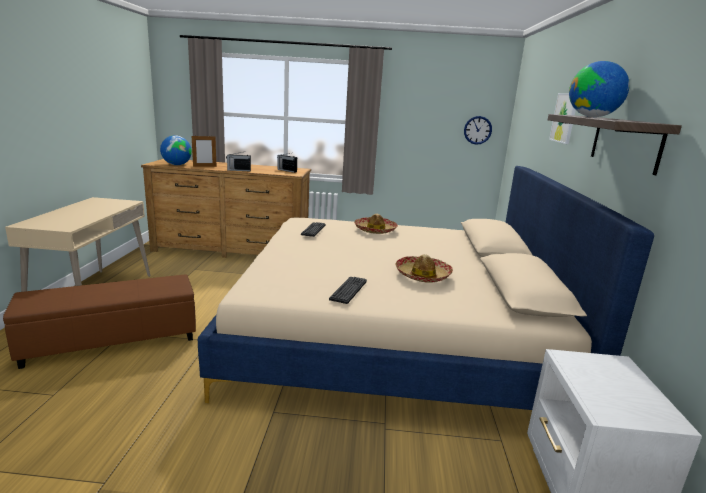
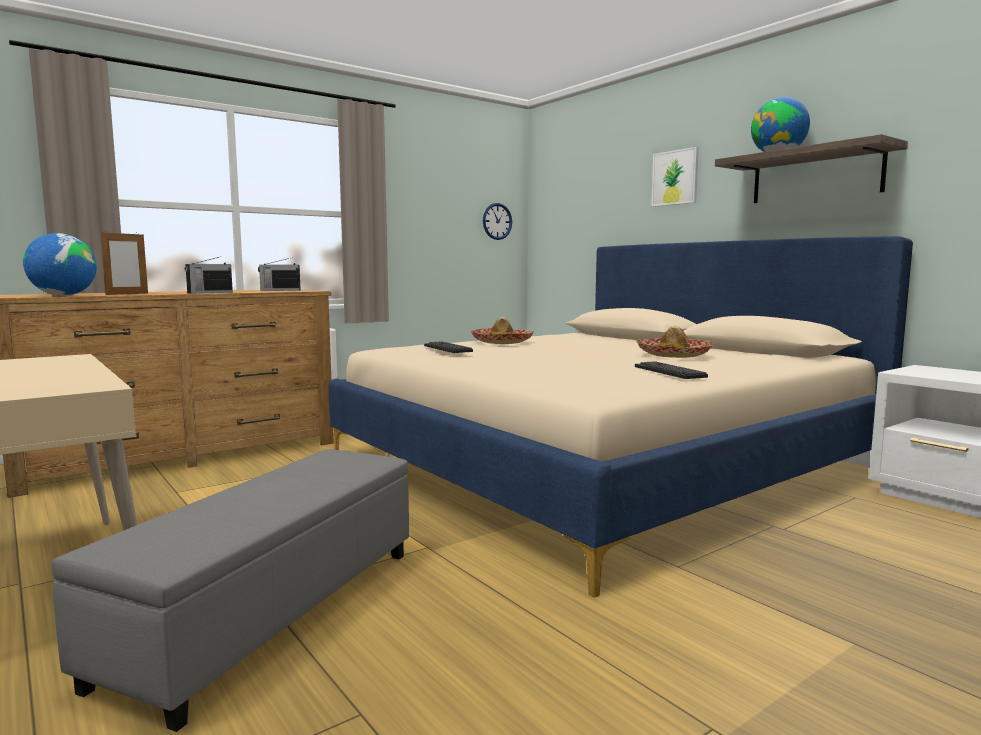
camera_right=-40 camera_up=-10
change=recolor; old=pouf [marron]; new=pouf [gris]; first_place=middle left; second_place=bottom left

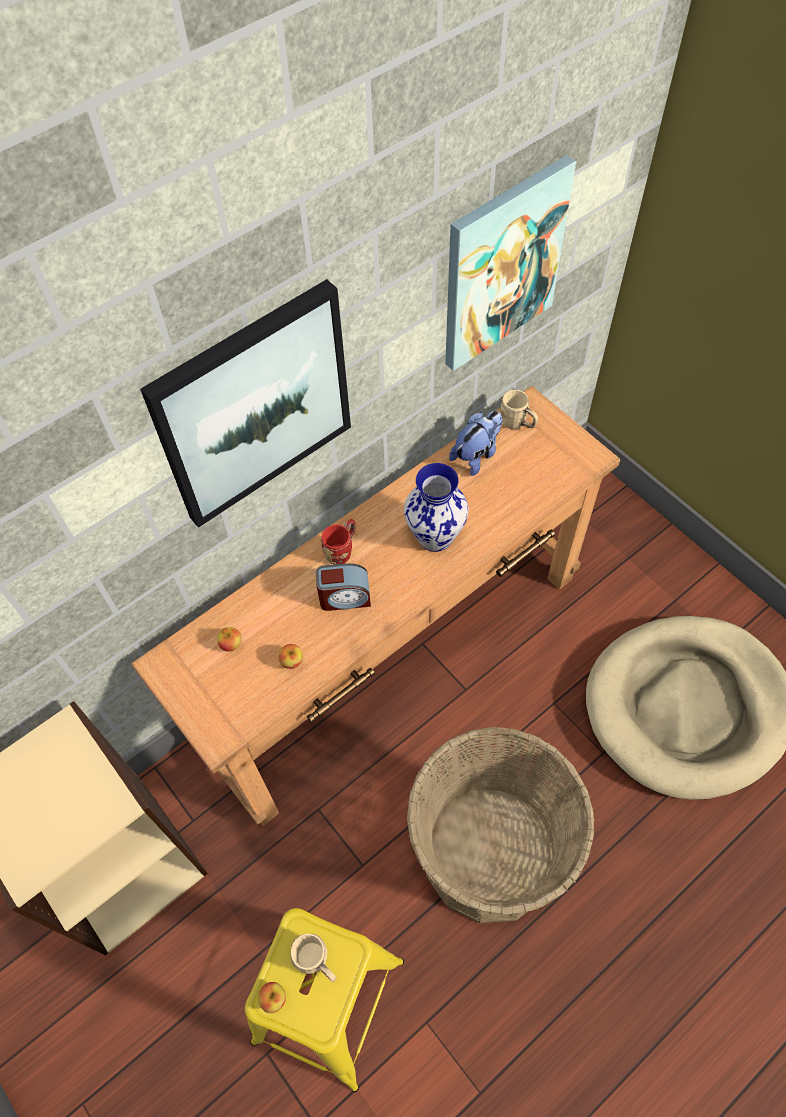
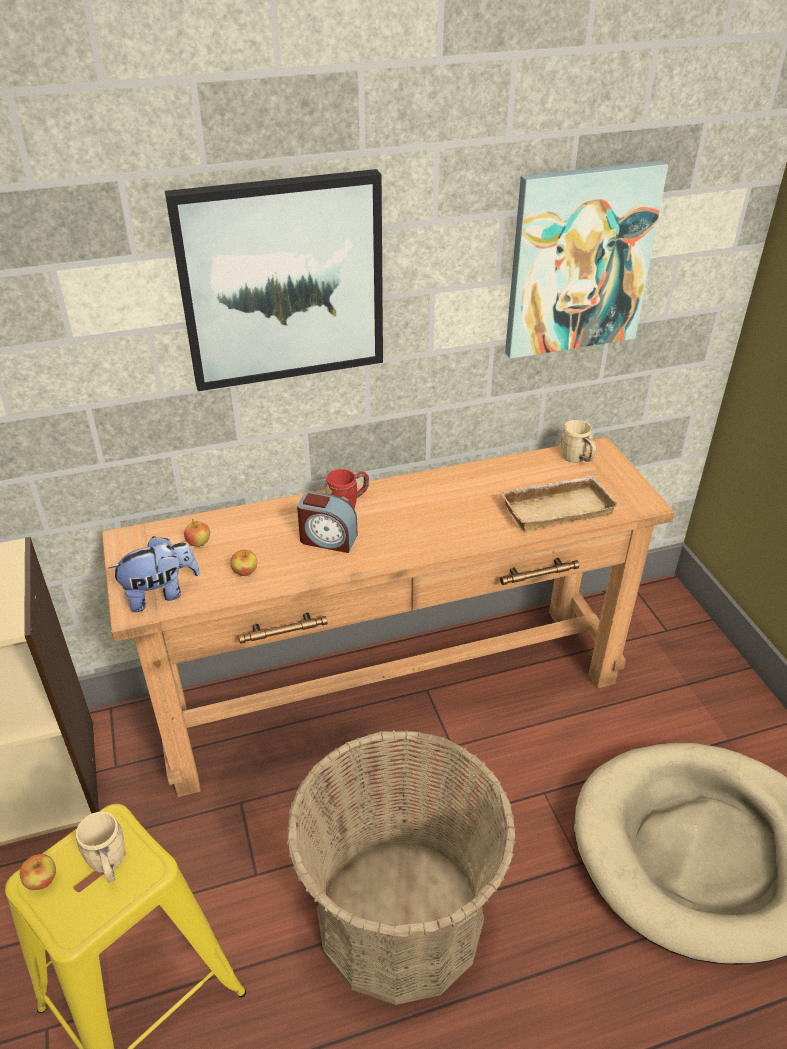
camera_right=20 camera_up=-20
change=delete; old=vase; first_place=centre
change=move; old=peluche; first_place=centre; second_place=middle left
change=insert; new=plateau [beige]; second_place=middle right

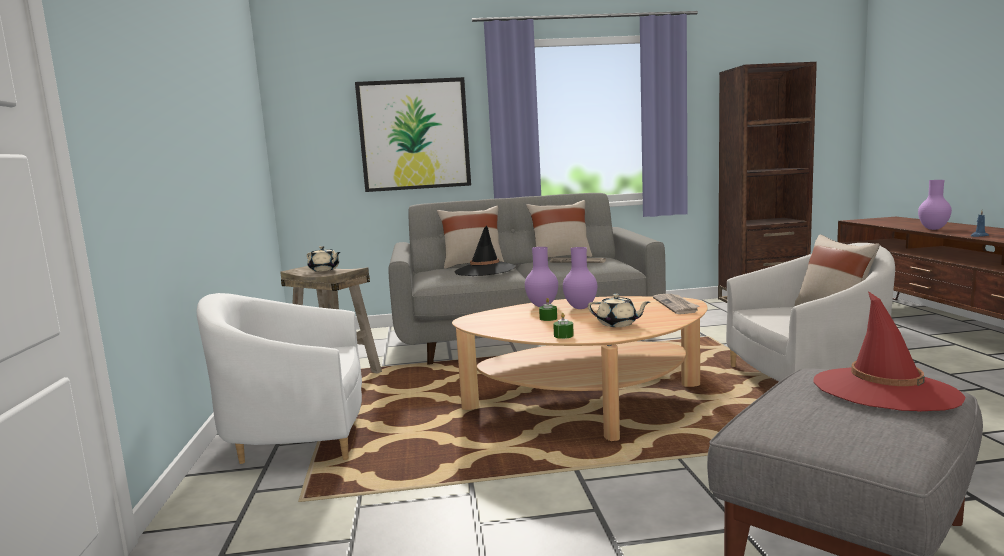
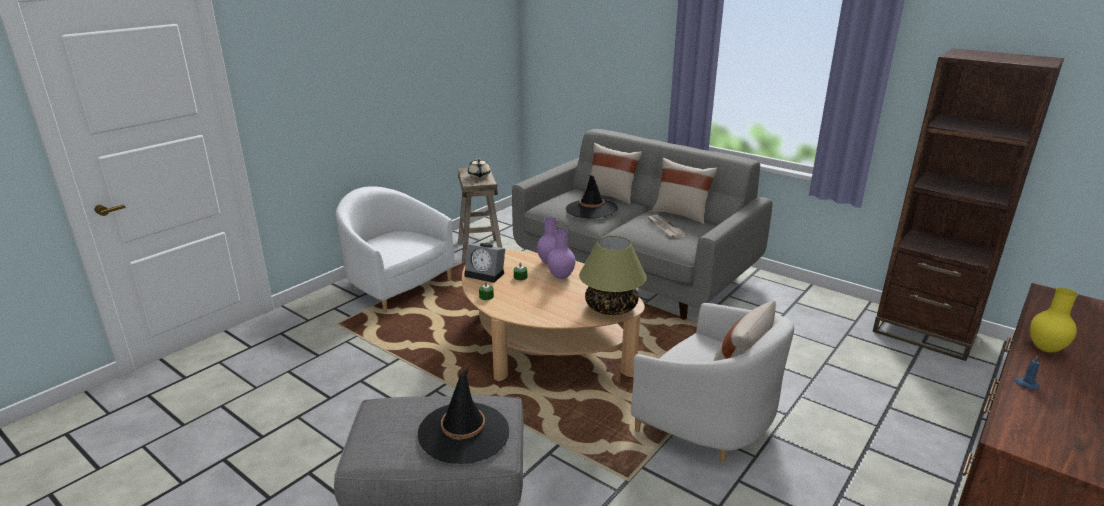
camera_right=45 camera_up=15
change=delete; old=tableau; first_place=top centre
change=delete; old=théière [beige] (2nd from left); first_place=centre
change=replace; old=journal (2nd from left); new=lampe de table; first_place=middle right; second_place=centre
change=recolor; old=chapeau [rouge]; new=chapeau [noir] (1st from left); first_place=middle right; second_place=bottom centre
change=recolor; old=vase [violet] (3rd from left); new=vase [jaune]; first_place=middle right; second_place=middle right
change=insert; new=réveil; second_place=centre

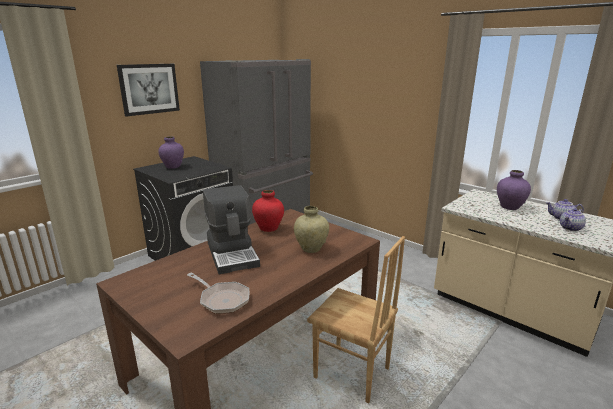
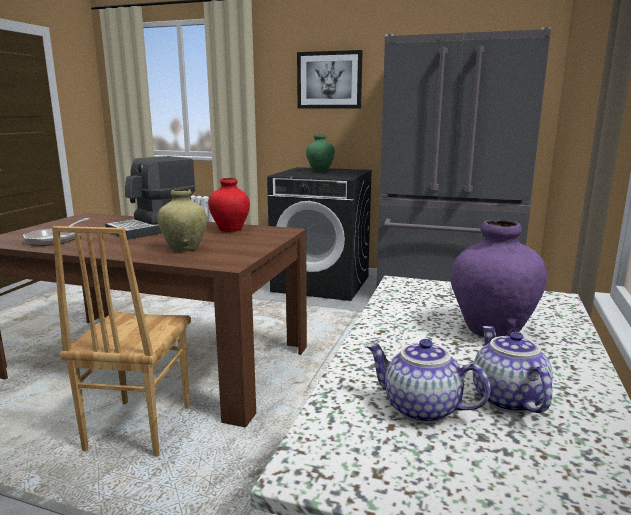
camera_right=65 camera_up=-5
change=recolor; old=vase [violet] (1st from left); new=vase [vert]; first_place=middle left; second_place=top centre

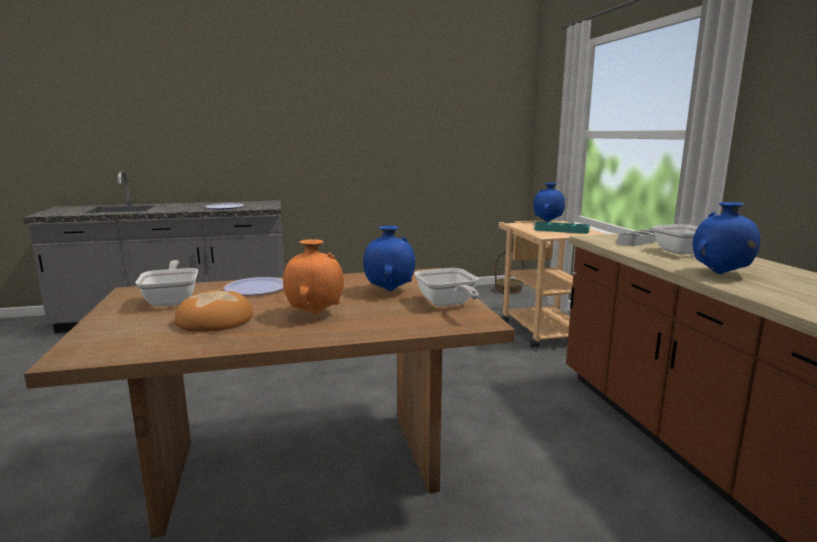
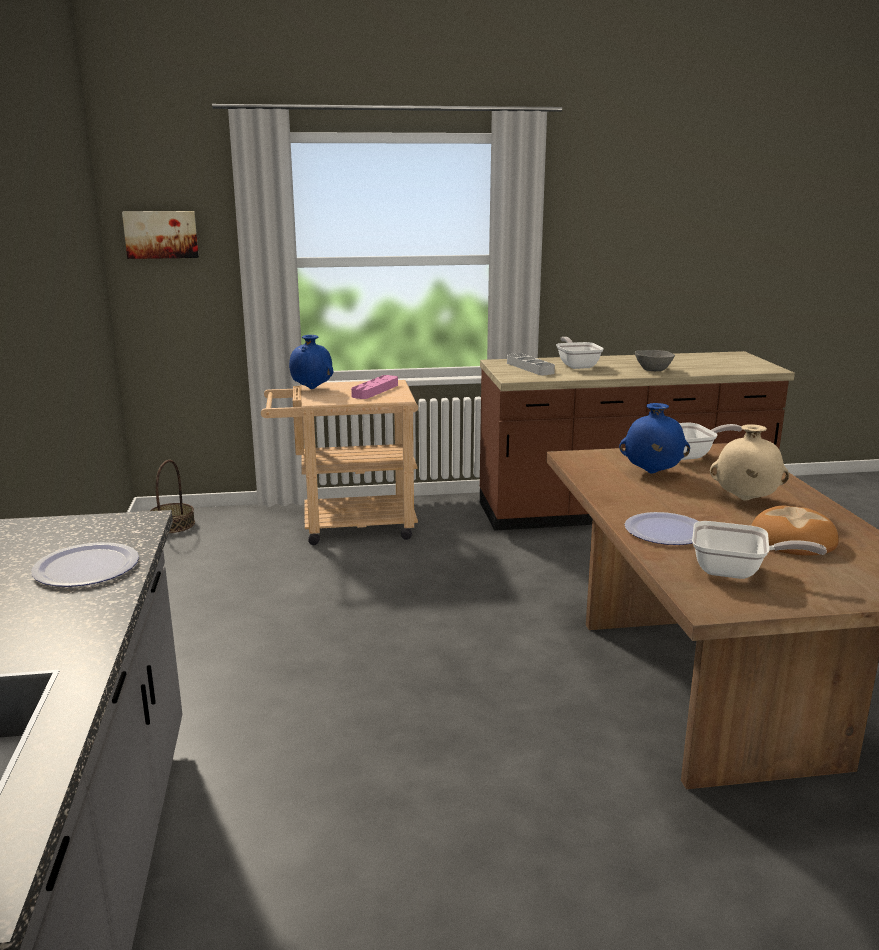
camera_right=-85 camera_up=5
change=rotate; old=poêle (1st from left in the first image); first_place=middle left; second_place=middle right; degrees=-150
change=recolor; old=vase [orange]; new=vase [beige]; first_place=centre; second_place=middle right
change=recolor; old=plateau [turquoise]; new=plateau [rose]; first_place=middle right; second_place=centre
change=replace; old=vase [bleu] (3rd from left); new=bol [gris]; first_place=middle right; second_place=middle right
change=insert; new=tableau; second_place=top left

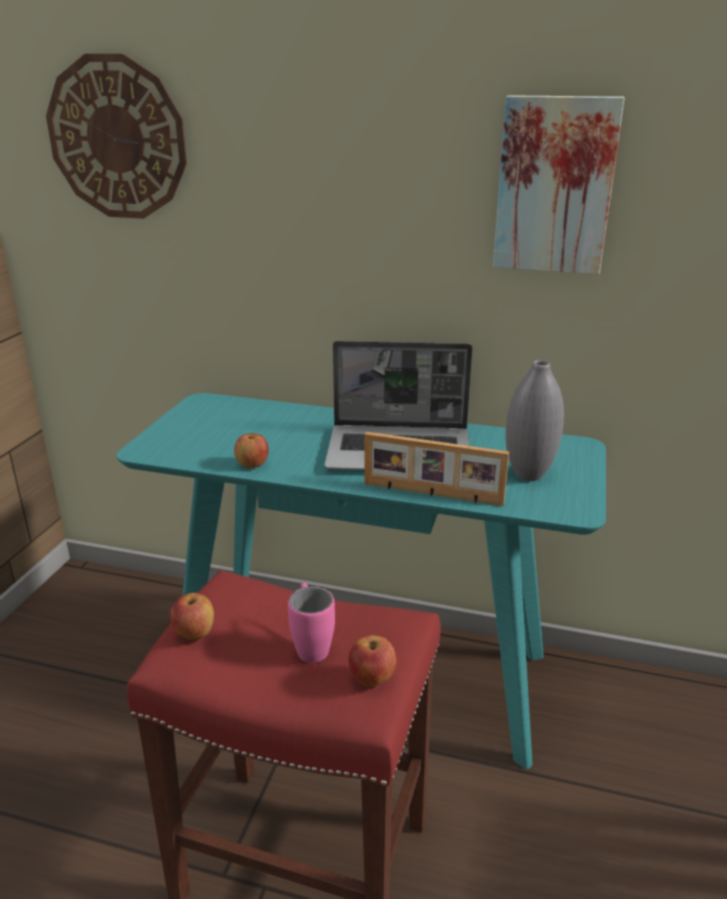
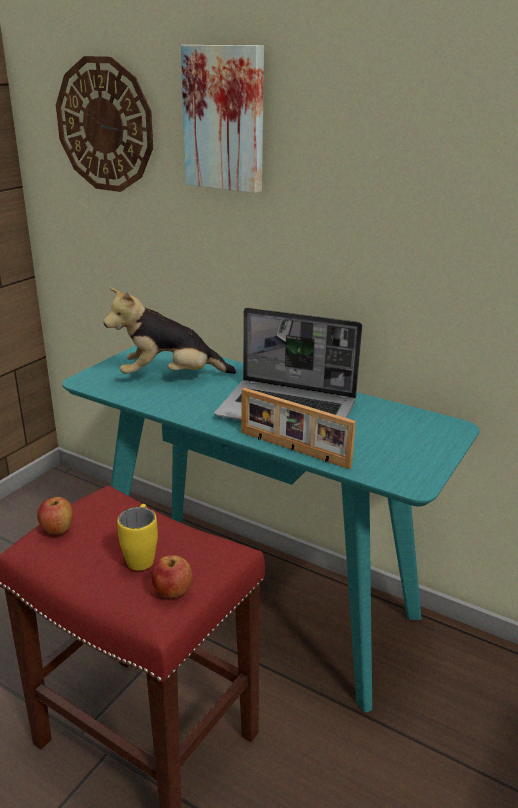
camera_right=15 camera_up=0
change=delete; old=pomme (2nd from left); first_place=centre
change=recolor; old=mug [rose]; new=mug [jaune]; first_place=bottom centre; second_place=middle left
change=move; old=tableau; first_place=top right; second_place=top centre
change=delete; old=vase [gris]; first_place=middle right
change=insert; new=peluche; second_place=middle left

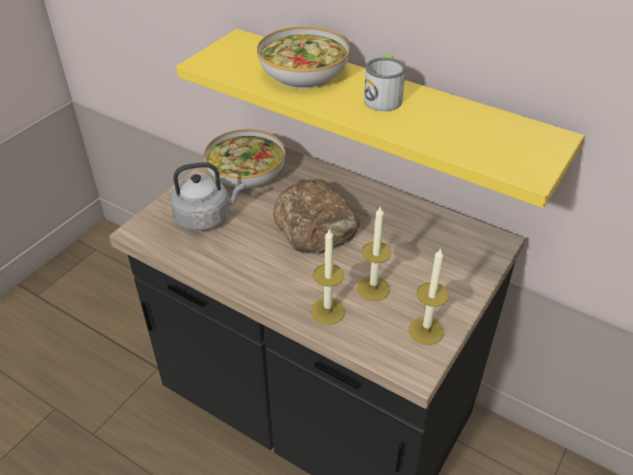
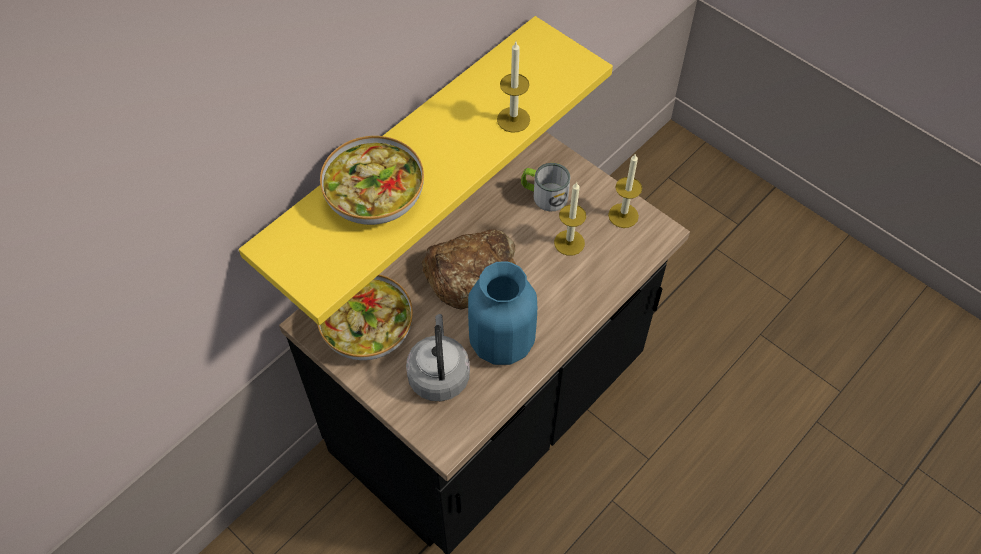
camera_right=-80 camera_up=15
change=move; old=bougie (1st from left); first_place=centre; second_place=top centre
change=move; old=mug; first_place=top centre; second_place=centre
change=insert; new=vase [bleu]; second_place=centre

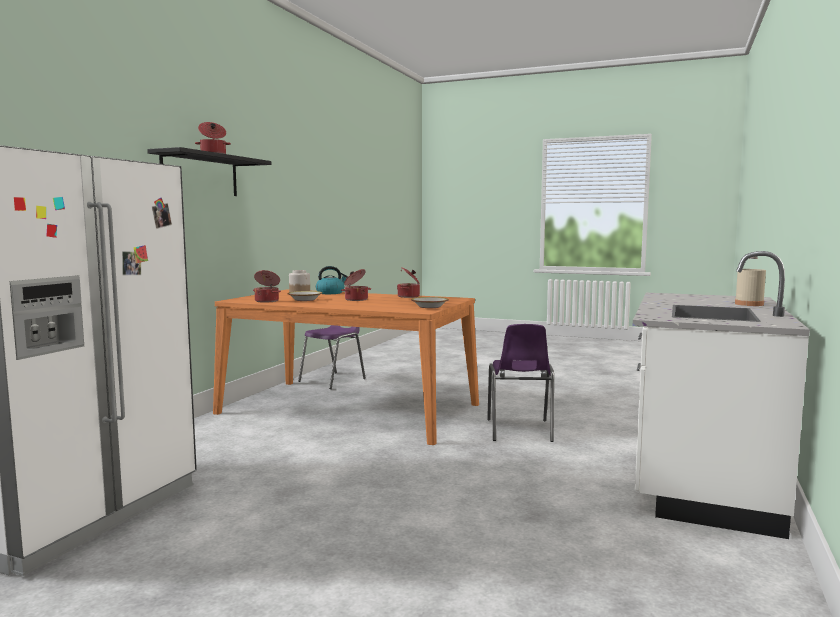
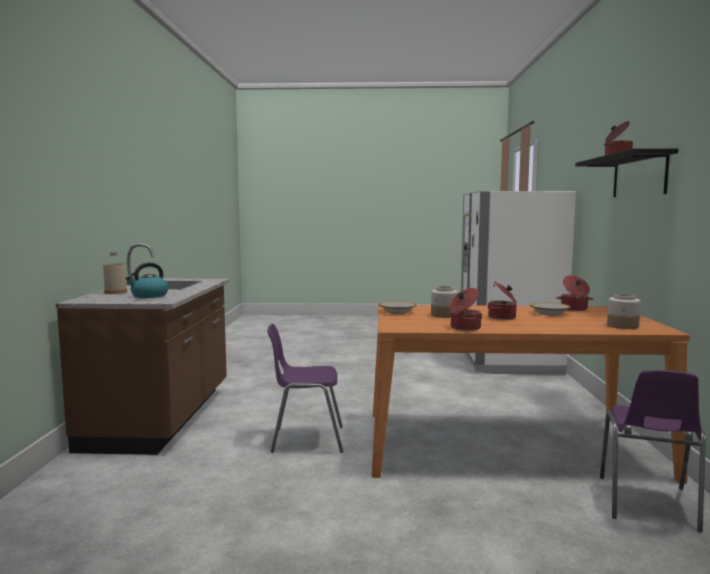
camera_right=160 camera_up=0
change=move; old=bouilloire; first_place=centre; second_place=middle left
change=rotate; old=chaise [violet] (2nd from left in the first image); first_place=centre; second_place=bottom centre; degrees=-75
change=recolor; old=comptoir de cuisine [blanc]; new=comptoir de cuisine [marron]; first_place=middle right; second_place=middle left
change=insert; new=bocal (1st from left); second_place=centre

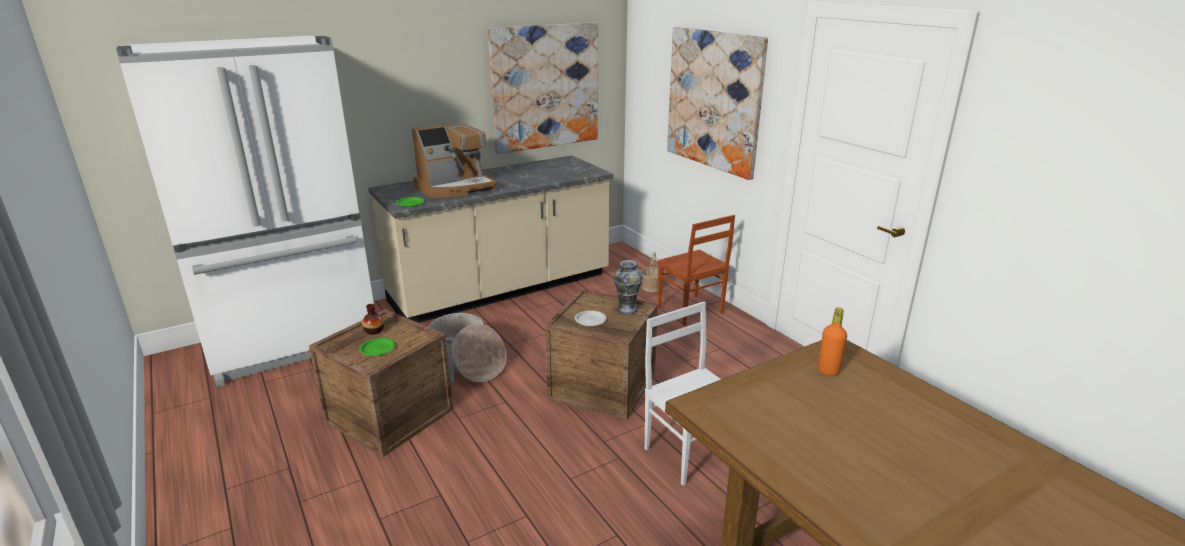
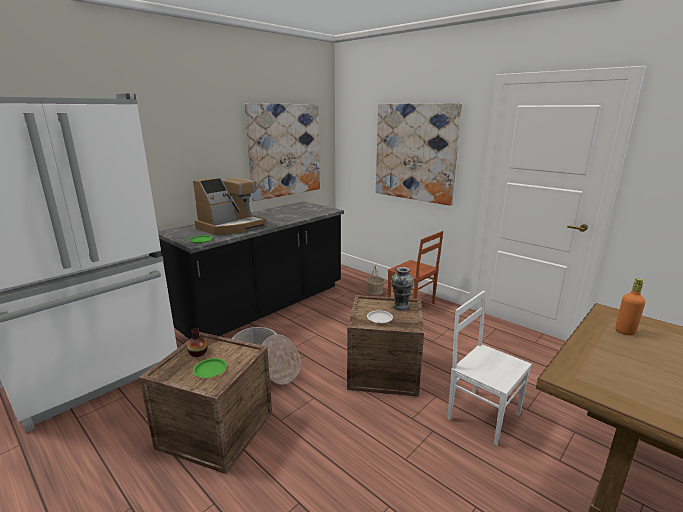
camera_right=-15 camera_up=-5
change=recolor; old=comptoir de cuisine [beige]; new=comptoir de cuisine [noir]; first_place=centre; second_place=centre

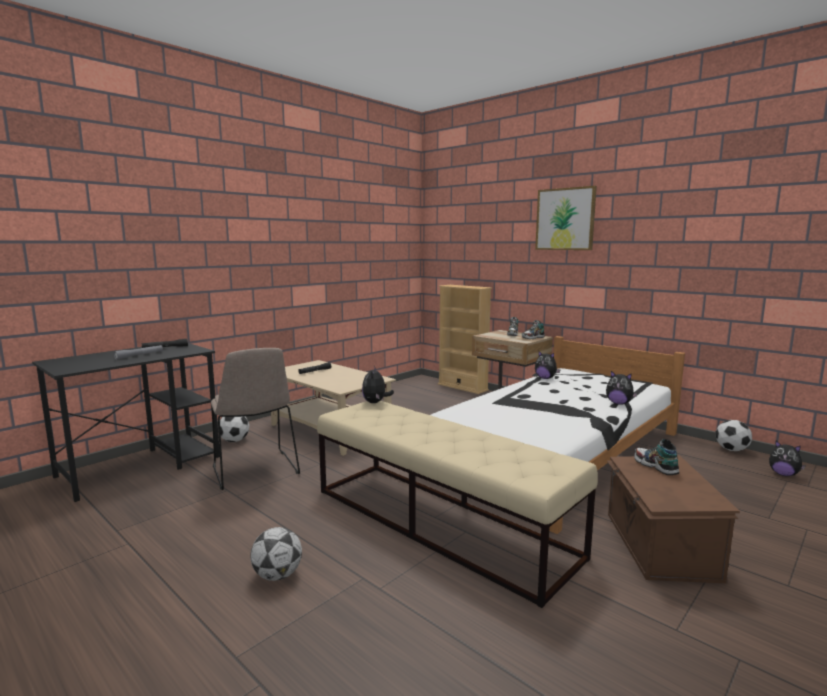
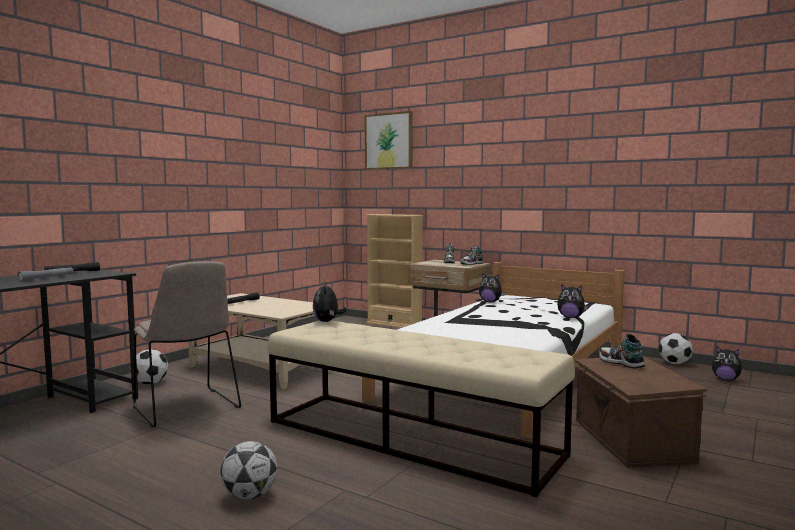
camera_right=-10 camera_up=-5
change=move; old=tableau; first_place=top right; second_place=top centre

